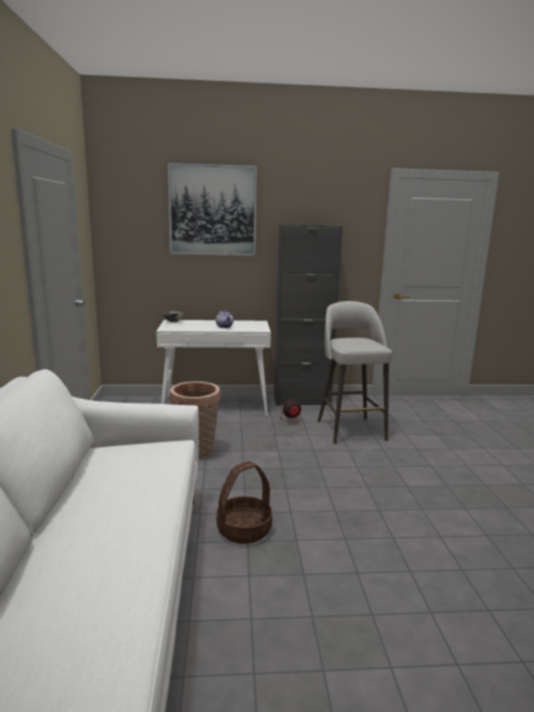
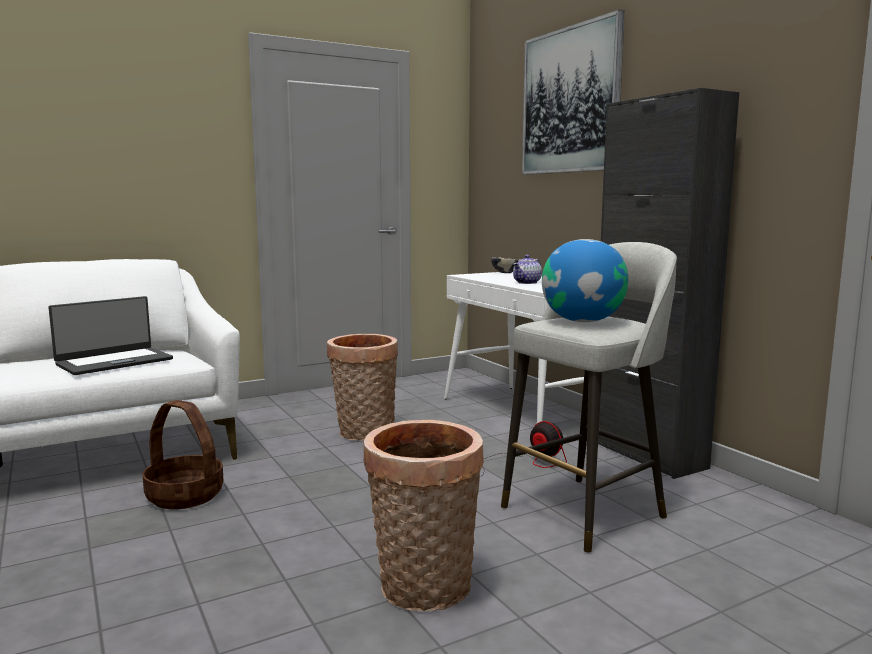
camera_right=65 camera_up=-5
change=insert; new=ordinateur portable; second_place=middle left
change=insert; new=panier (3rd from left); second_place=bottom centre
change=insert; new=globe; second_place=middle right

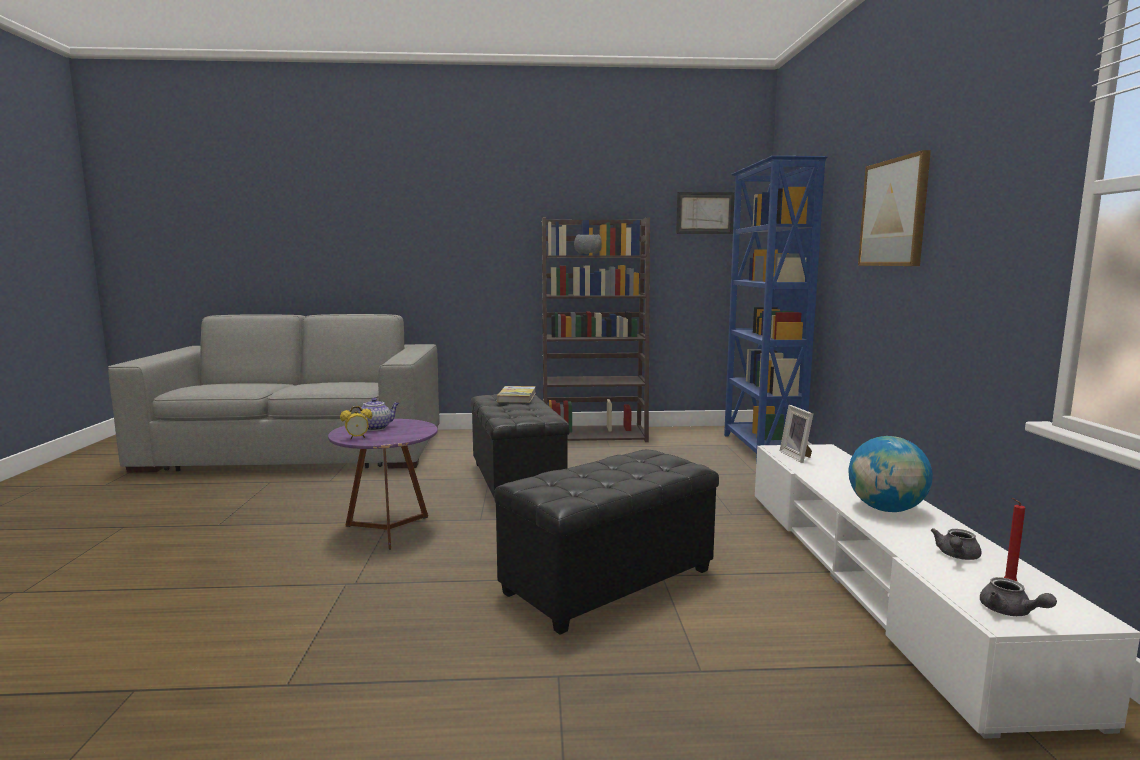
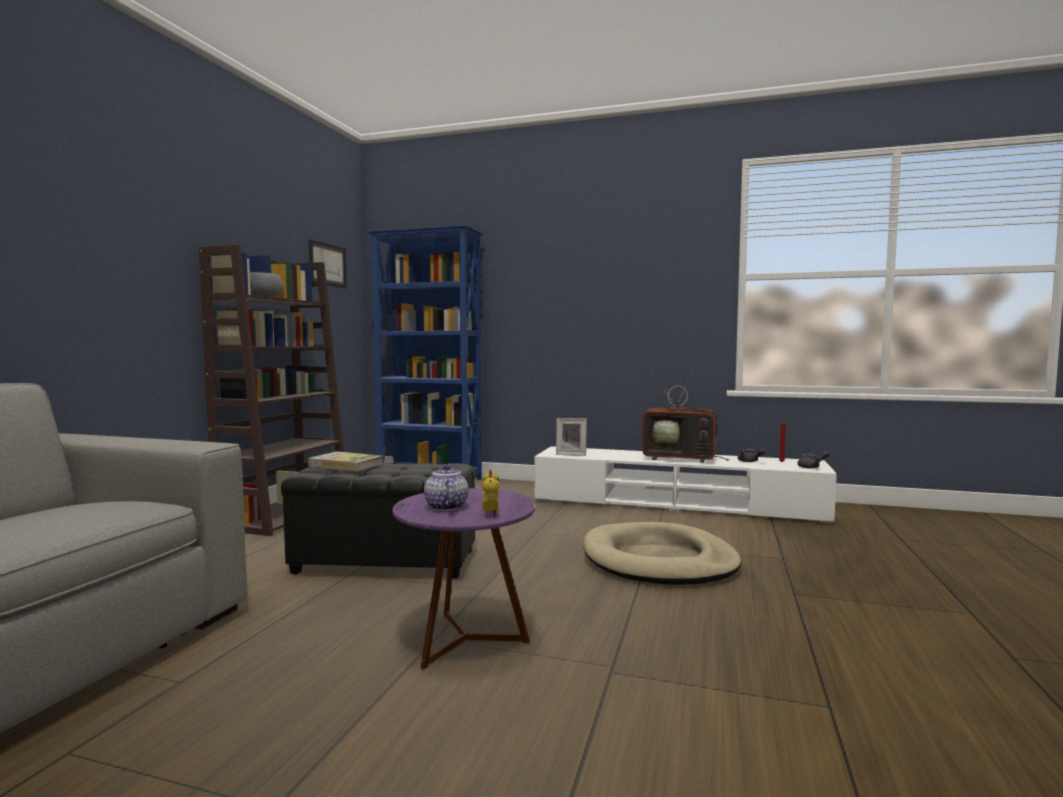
camera_right=-70 camera_up=-5
change=replace; old=pouf [noir] (2nd from left); new=panier pour chien [beige]; first_place=bottom centre; second_place=bottom centre
change=replace; old=globe; new=téléviseur; first_place=middle right; second_place=centre
change=delete; old=tableau (2nd from left); first_place=top right

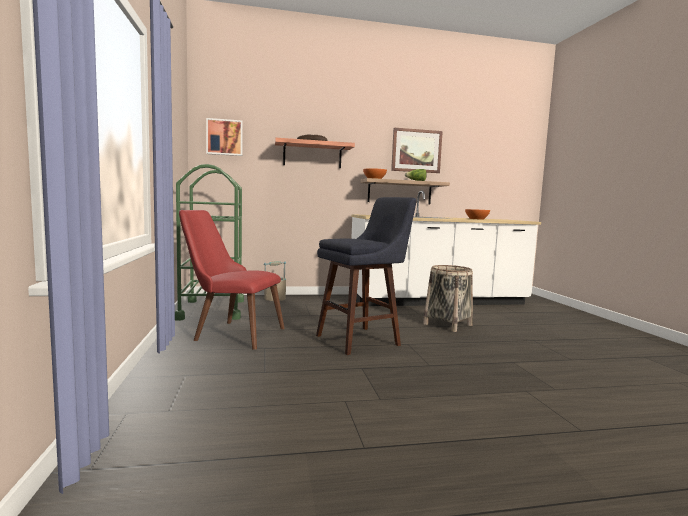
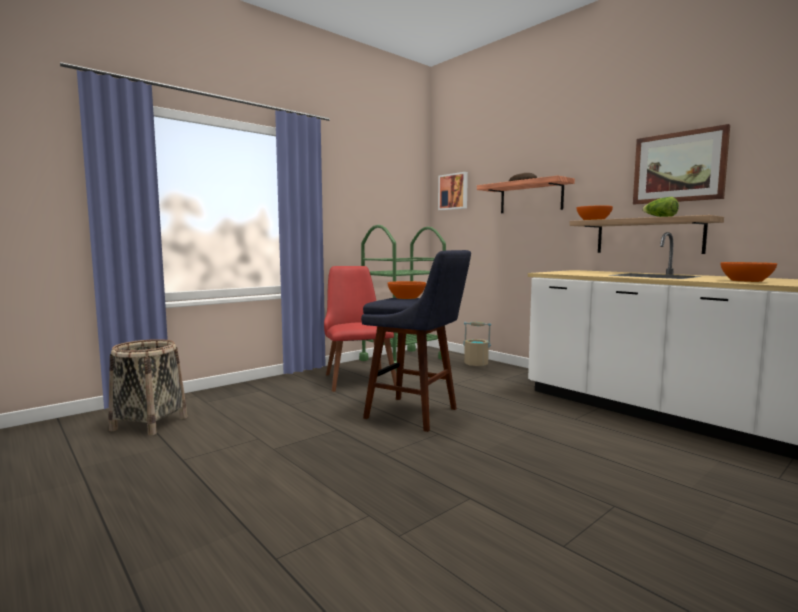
camera_right=60 camera_up=0
change=move; old=panier; first_place=centre; second_place=middle left
change=insert; new=bol [orange] (1st from left); second_place=centre

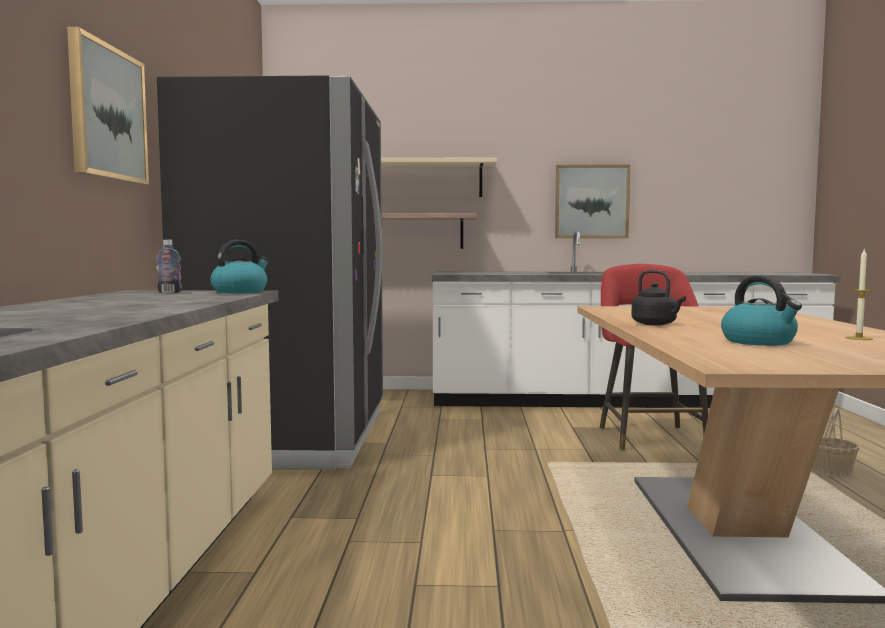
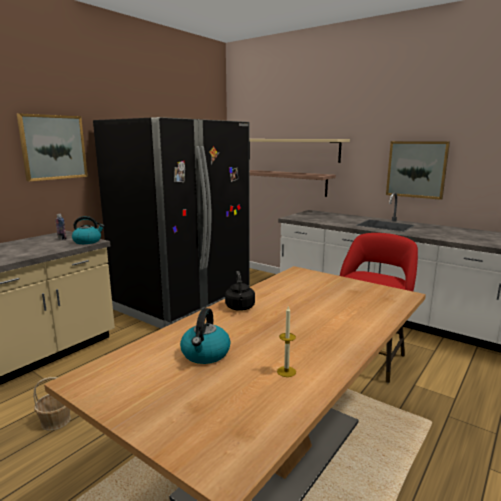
camera_right=35 camera_up=10
change=move; old=panier; first_place=bottom right; second_place=bottom left

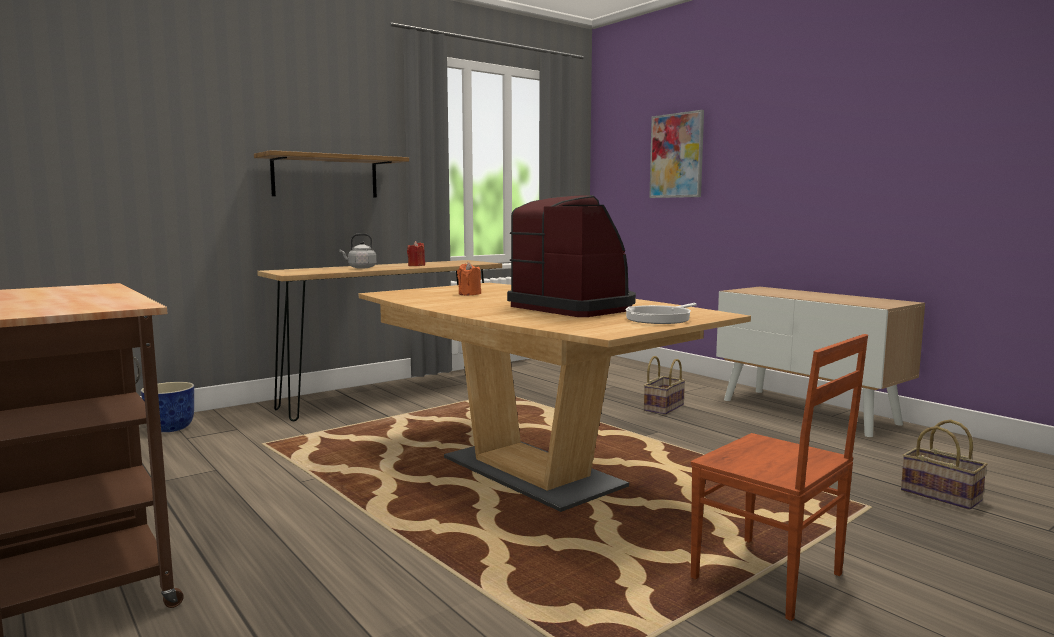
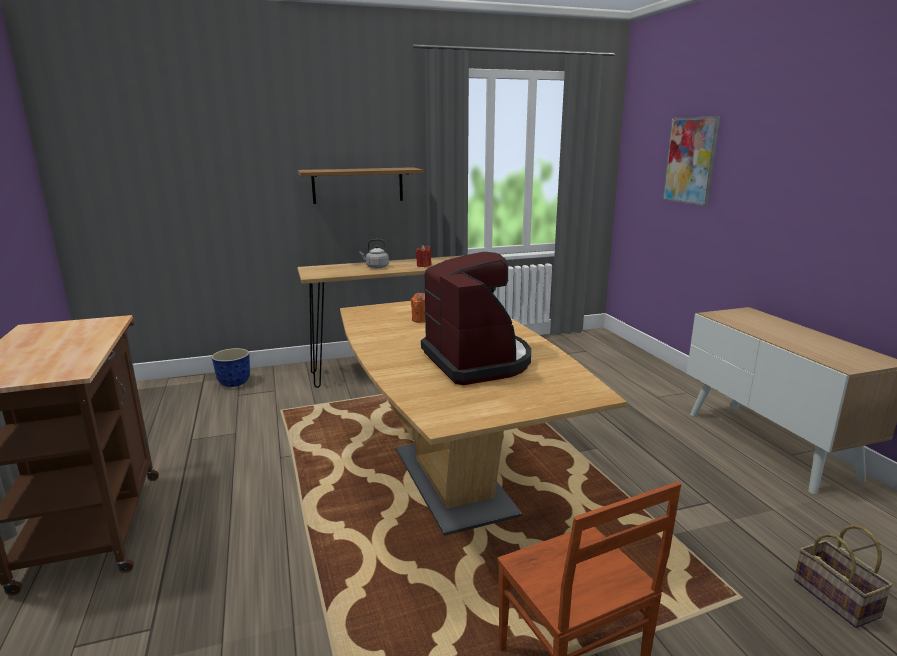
camera_right=20 camera_up=10
change=delete; old=poêle; first_place=centre
change=delete; old=panier (1st from left); first_place=centre

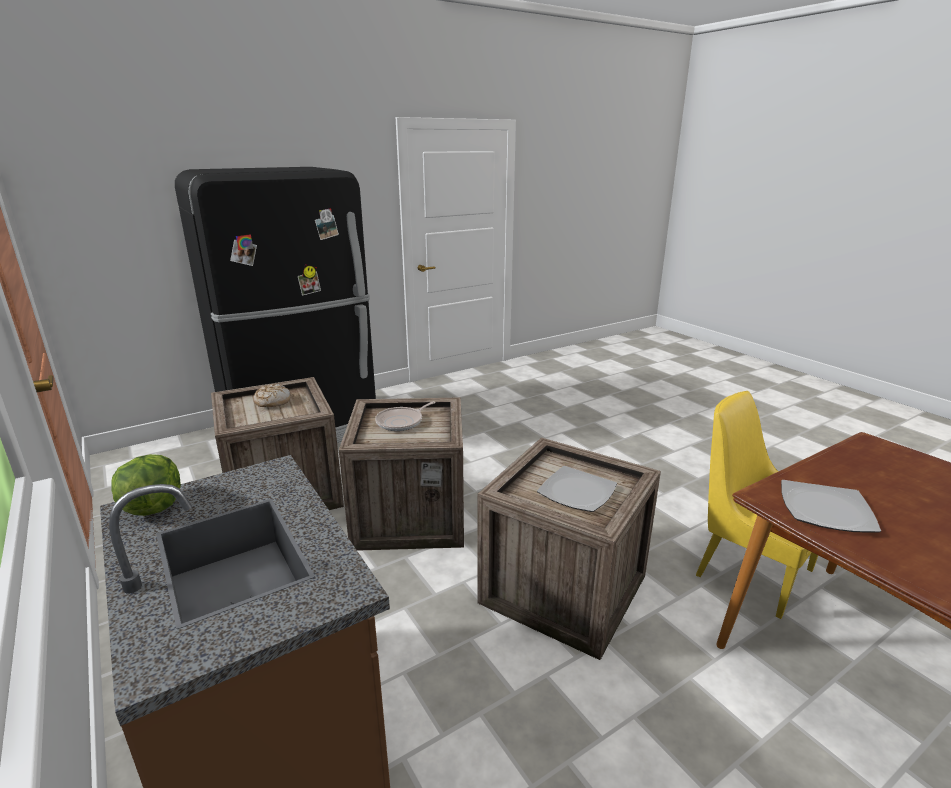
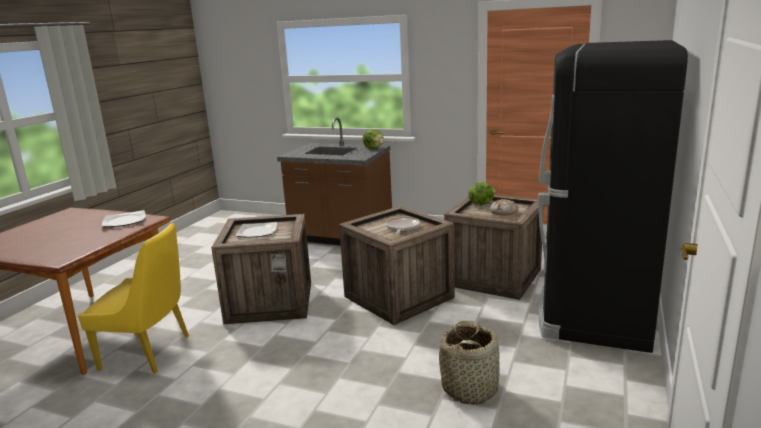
camera_right=145 camera_up=-5
change=insert; new=panier; second_place=bottom centre
change=insert; new=laitue (2nd from left); second_place=centre

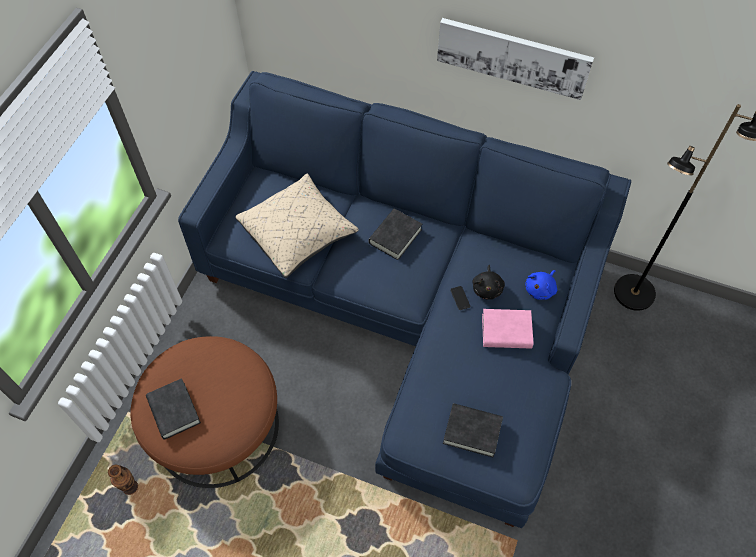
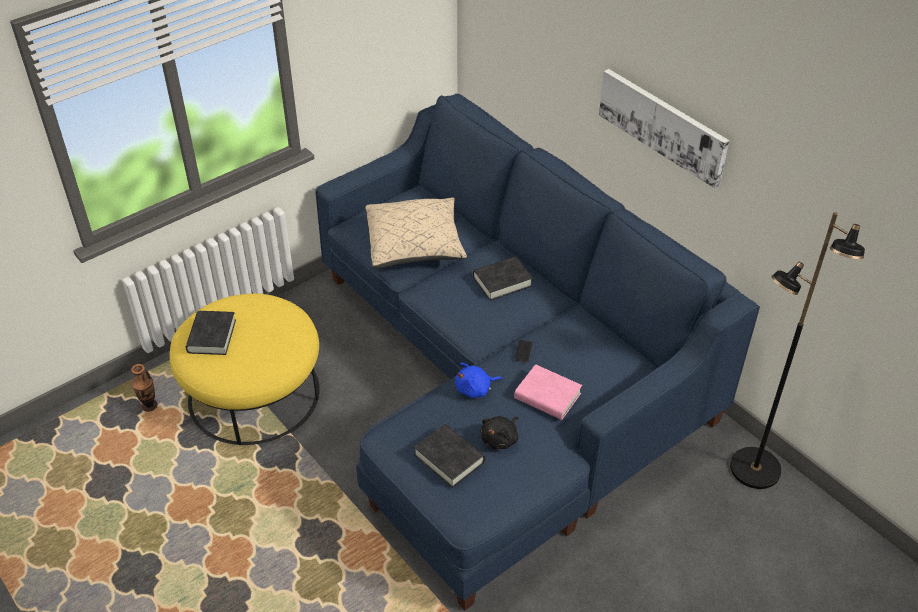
camera_right=30 camera_up=-15
change=recolor; old=pouf [marron]; new=pouf [jaune]; first_place=bottom left; second_place=middle left
change=move; old=peluche [noir]; first_place=centre; second_place=bottom centre
change=move; old=peluche [bleu]; first_place=middle right; second_place=centre

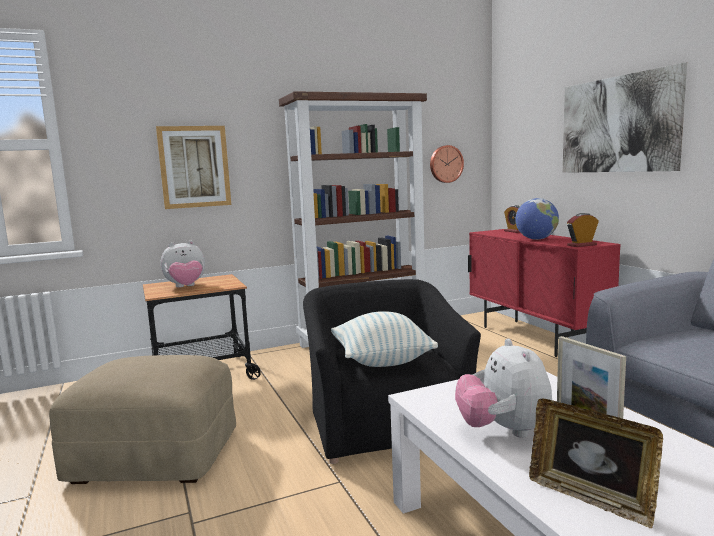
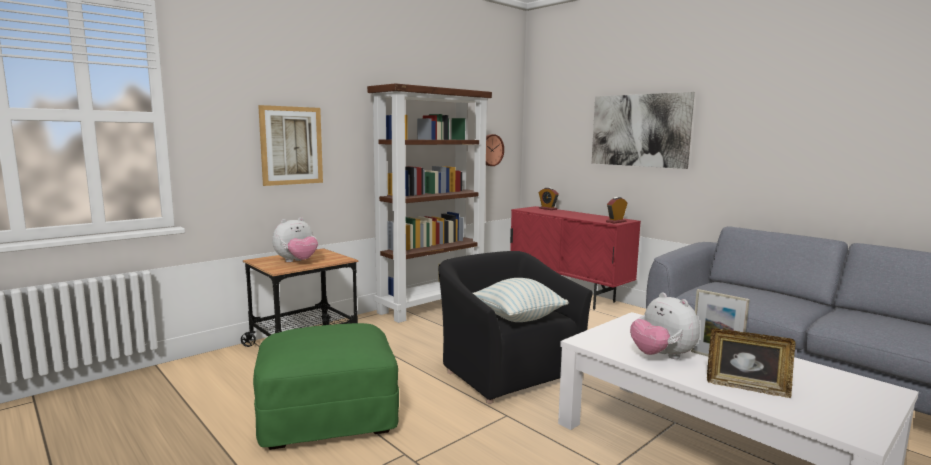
camera_right=-20 camera_up=0
change=recolor; old=pouf [beige]; new=pouf [vert]; first_place=bottom left; second_place=bottom centre
change=delete; old=globe; first_place=middle right

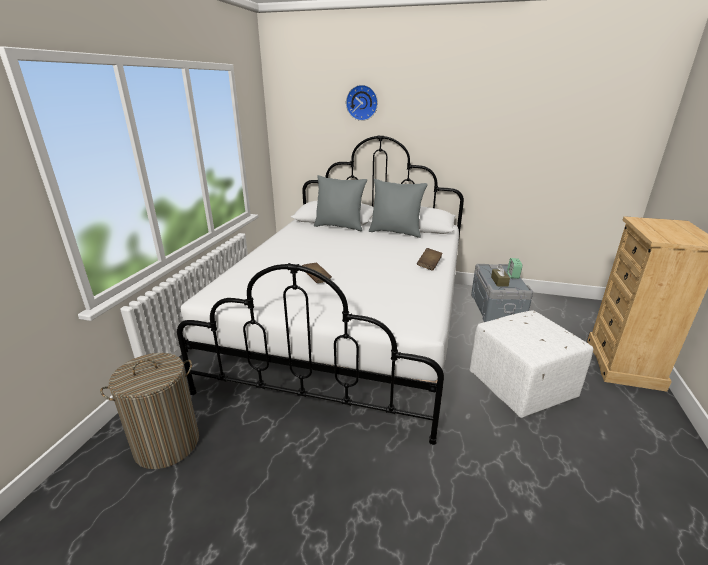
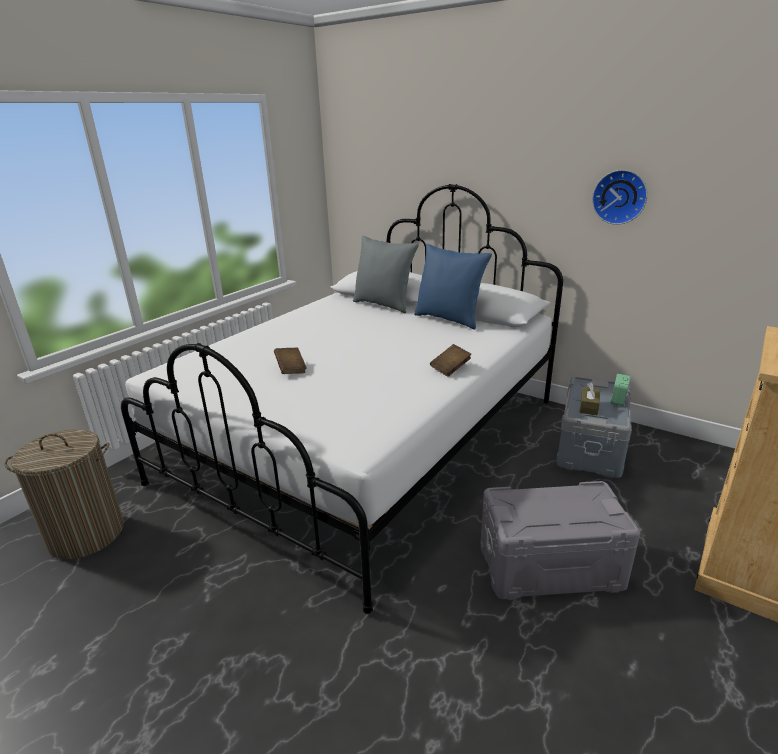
camera_right=20 camera_up=0
change=move; old=horloge murale; first_place=top centre; second_place=top right
change=recolor; old=coussin [gris] (2nd from left); new=coussin [bleu]; first_place=centre; second_place=centre
change=replace; old=pouf [blanc]; new=boîte de rangement [gris] (1st from left); first_place=middle right; second_place=bottom right

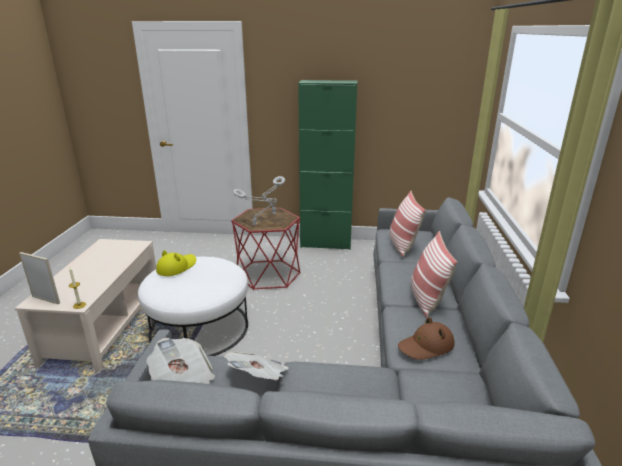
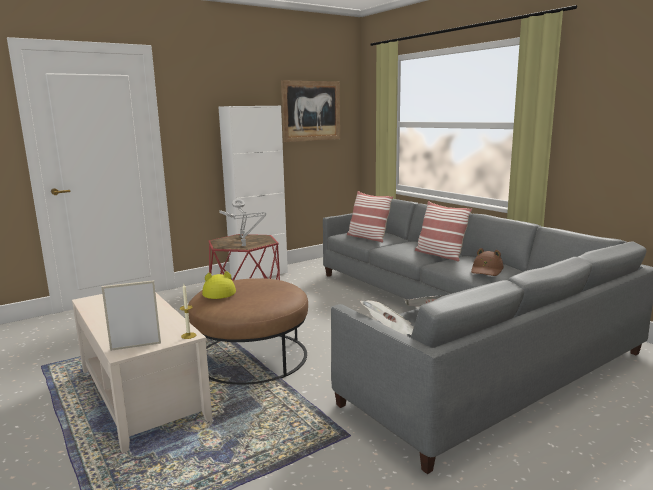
camera_right=-40 camera_up=-10
change=recolor; old=pouf [blanc]; new=pouf [marron]; first_place=middle left; second_place=bottom centre
change=recolor; old=meuble de rangement [vert]; new=meuble de rangement [blanc]; first_place=centre; second_place=centre
change=insert; new=tableau; second_place=top centre

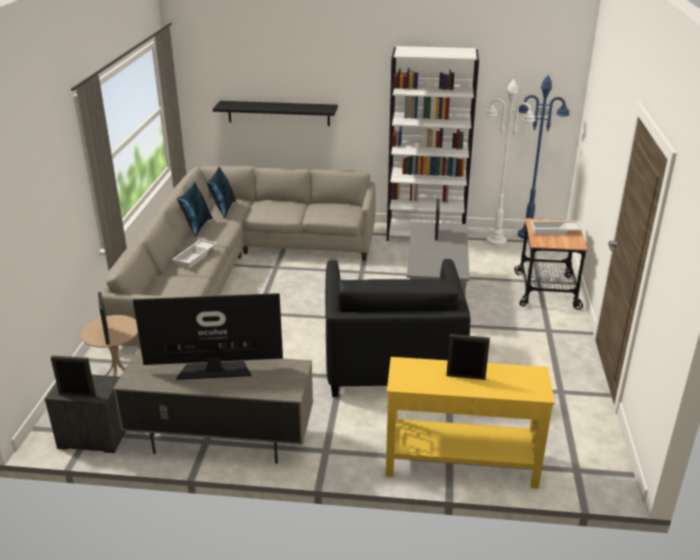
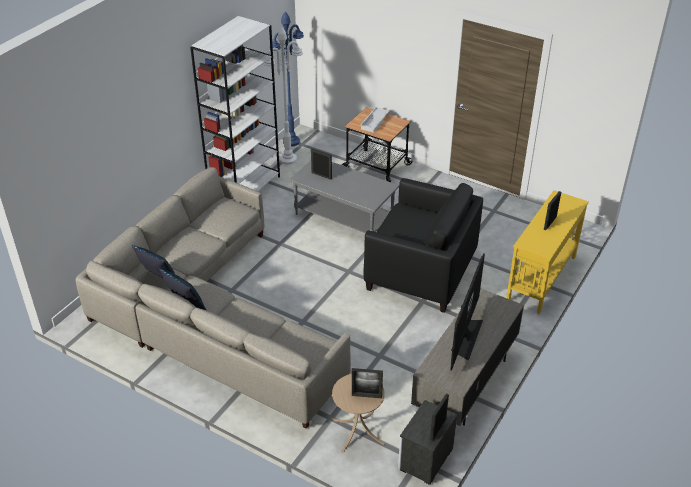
camera_right=-65 camera_up=10
change=delete; old=plateau [blanc] (1st from left); first_place=middle left
change=delete; old=étagère [noir]; first_place=top centre

